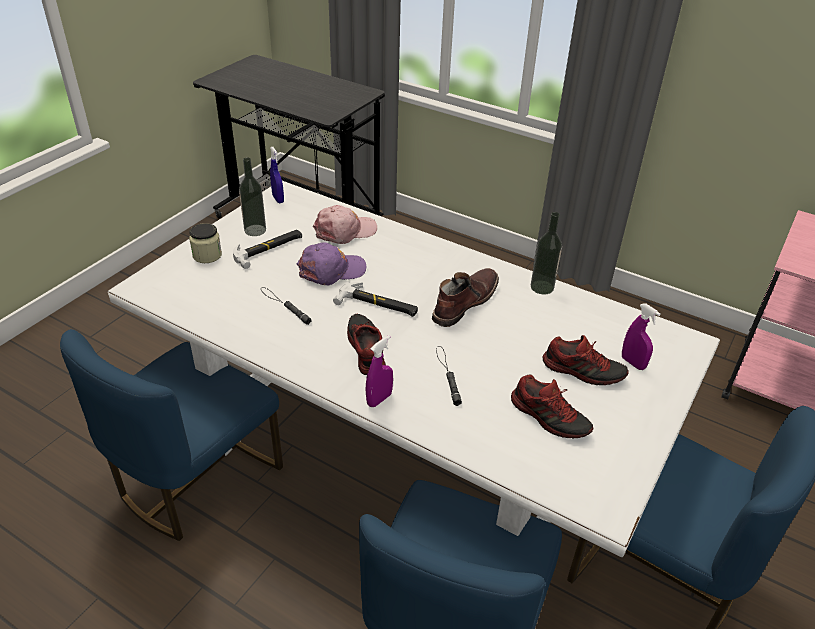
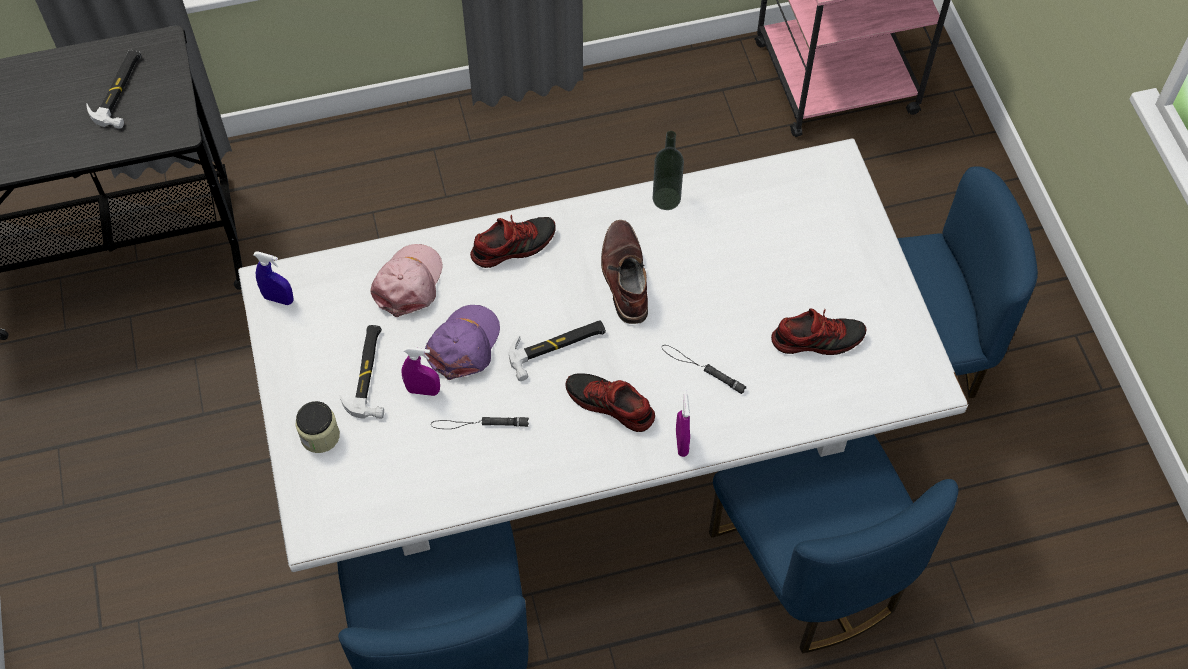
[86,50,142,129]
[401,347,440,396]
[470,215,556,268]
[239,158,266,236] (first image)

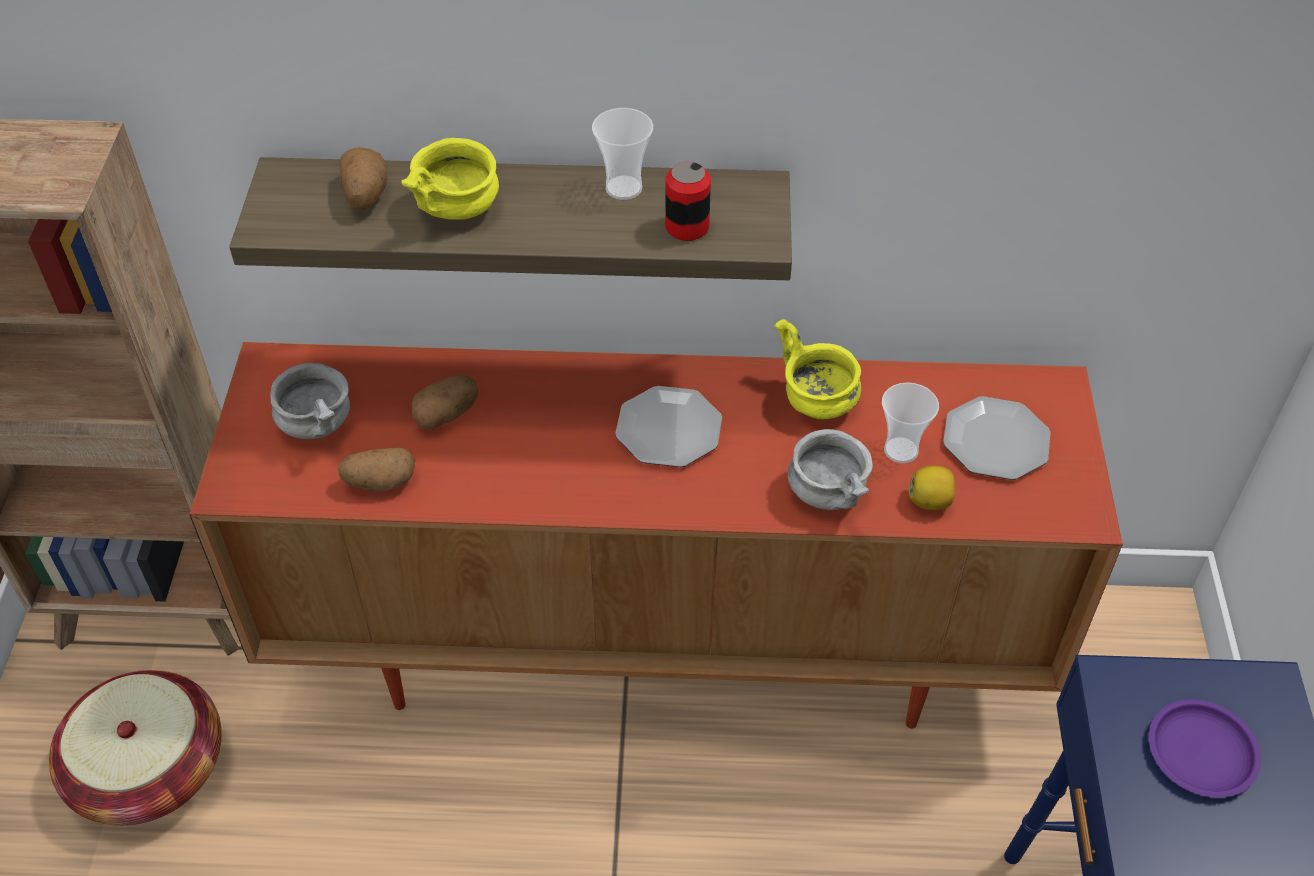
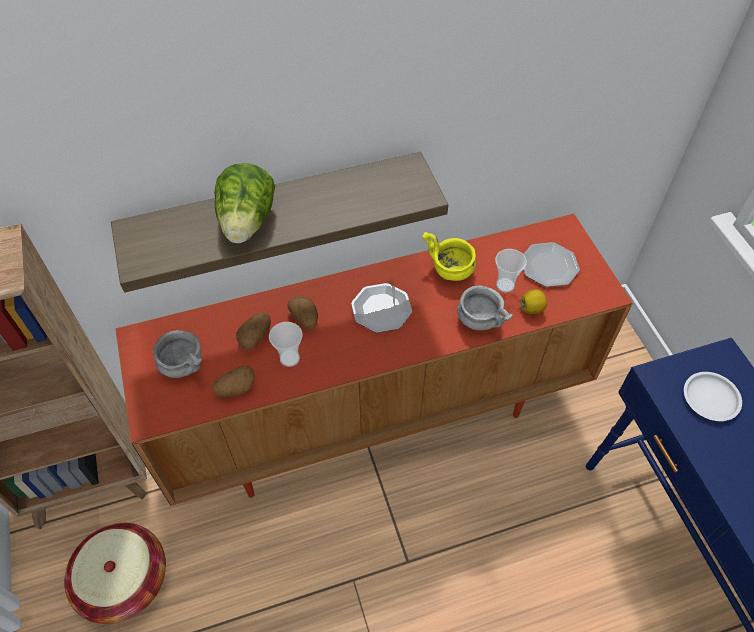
[214,163,275,243]
[269,322,302,367]
[288,296,318,330]
[684,372,742,421]
[665,162,711,241] (first image)

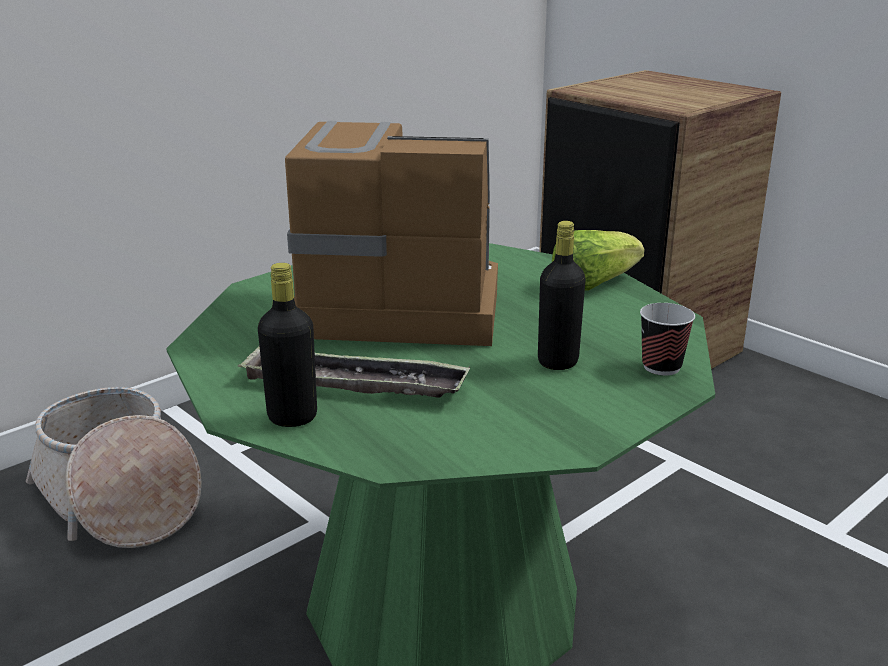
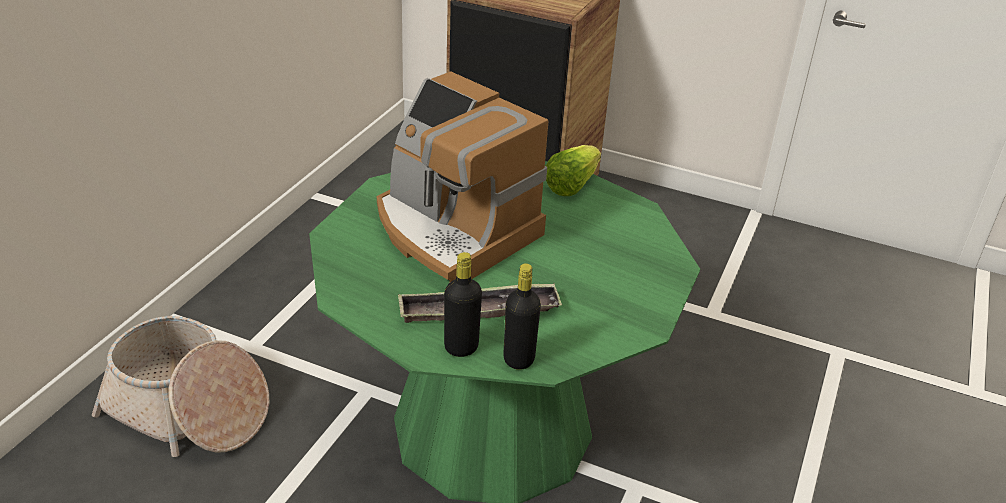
[377,71,548,282]
[503,263,541,370]
[640,303,695,375] (first image)

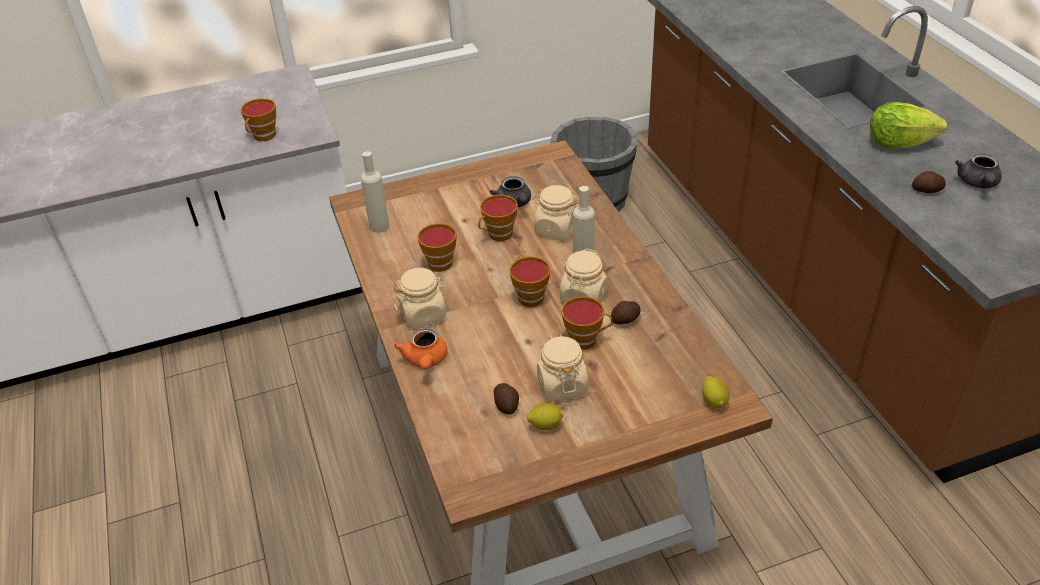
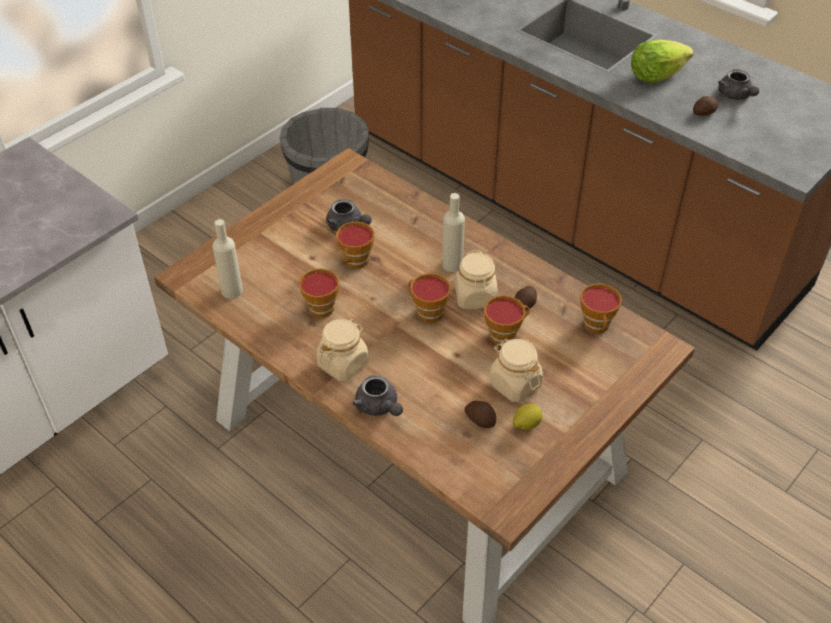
[352,375,403,416]
[580,283,622,334]
[532,185,579,241] (first image)
[702,376,730,408] (first image)

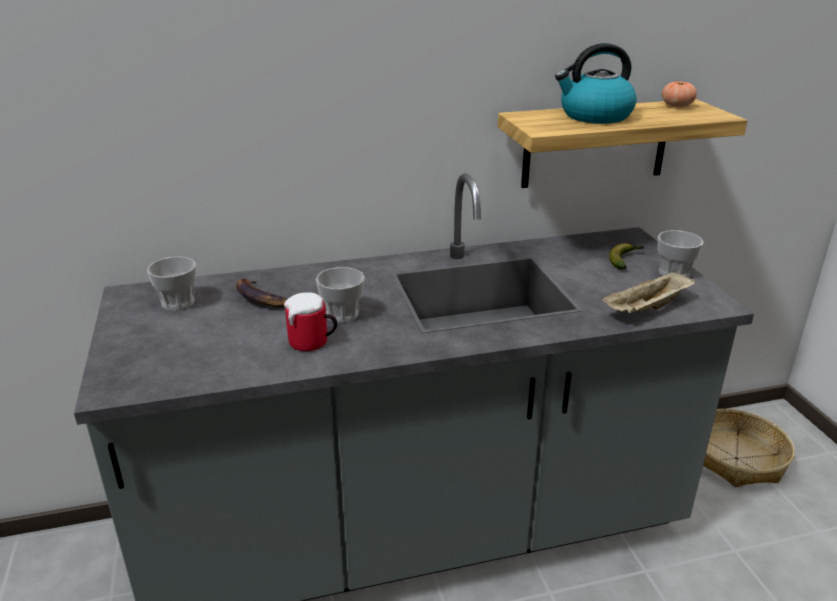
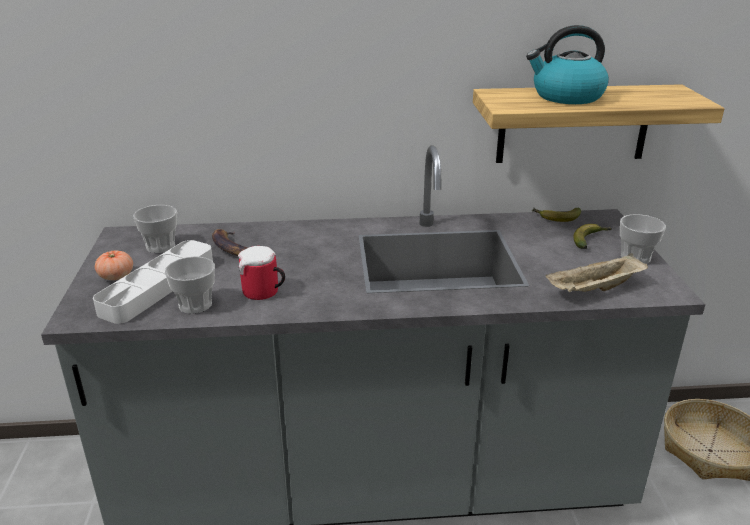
[93,240,213,324]
[95,250,133,280]
[165,256,215,314]
[532,207,581,222]

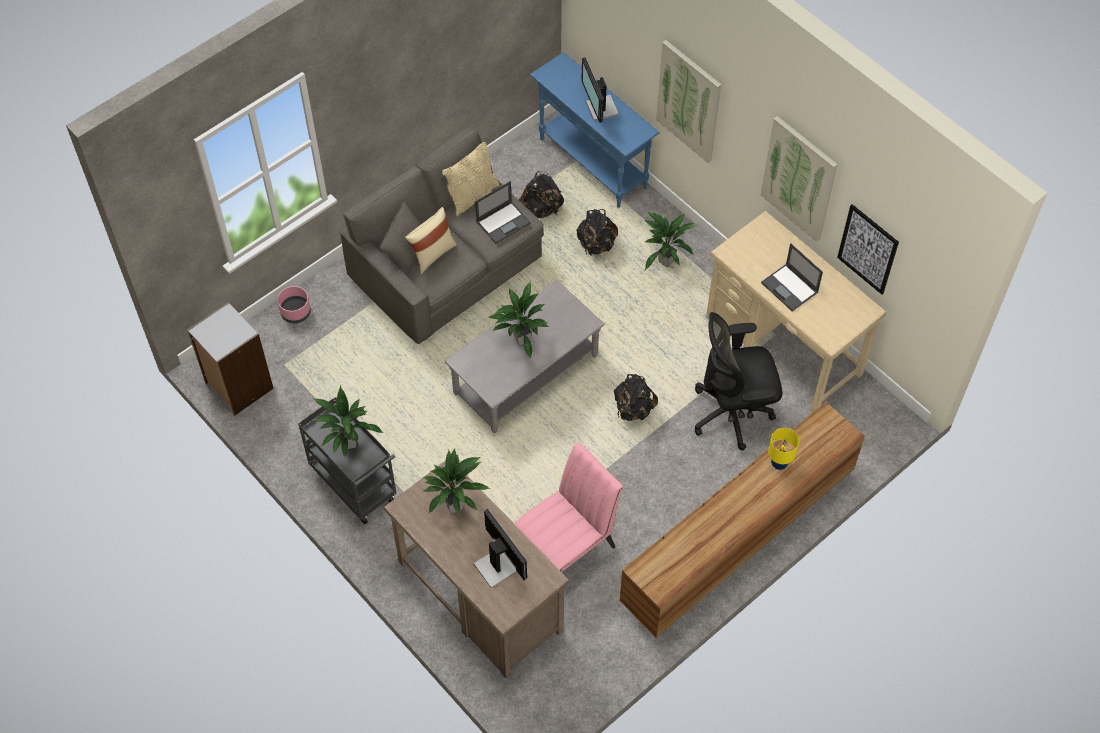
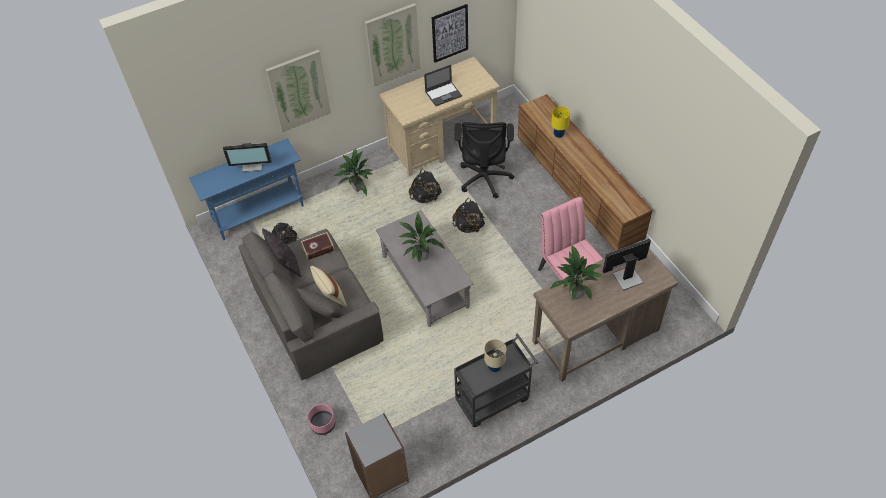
[262,228,301,277]
[301,232,335,260]
[409,169,442,203]
[484,339,506,372]

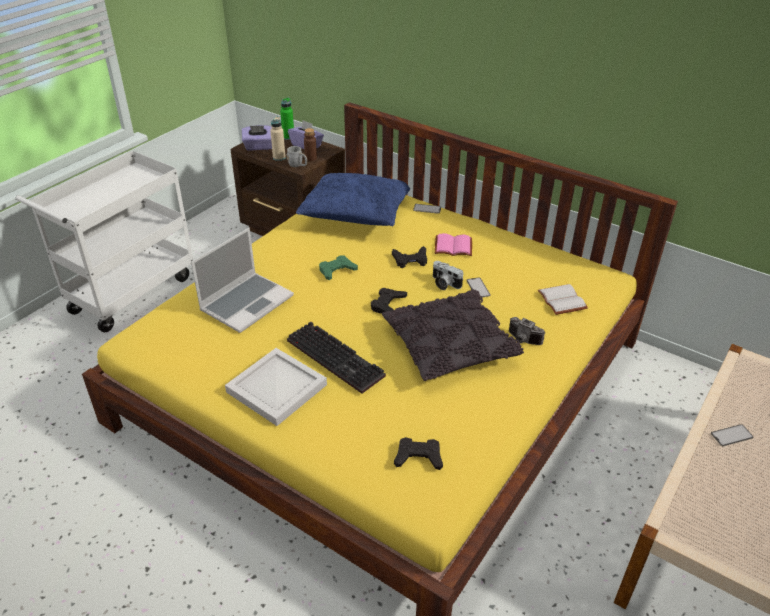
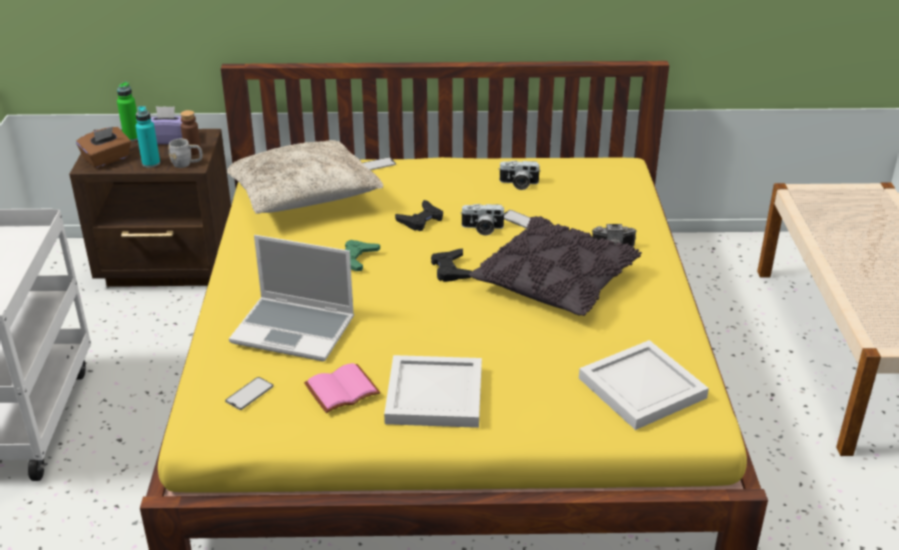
[76,127,131,168]
[135,106,160,168]
[225,377,273,410]
[227,140,383,214]
[229,235,354,361]
[304,363,381,413]
[498,160,541,190]
[579,340,709,430]
[287,321,386,394] (first image)
[538,284,588,315] (first image)

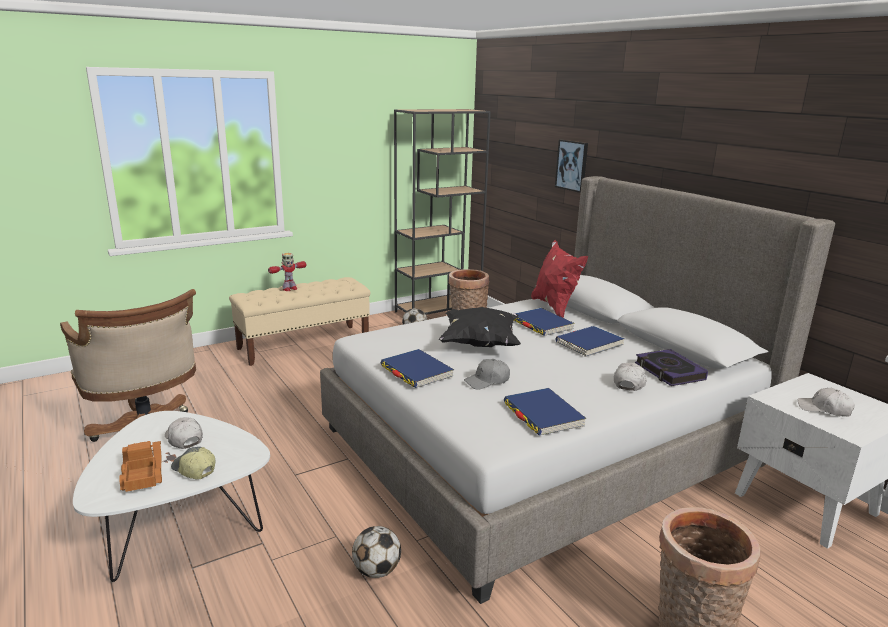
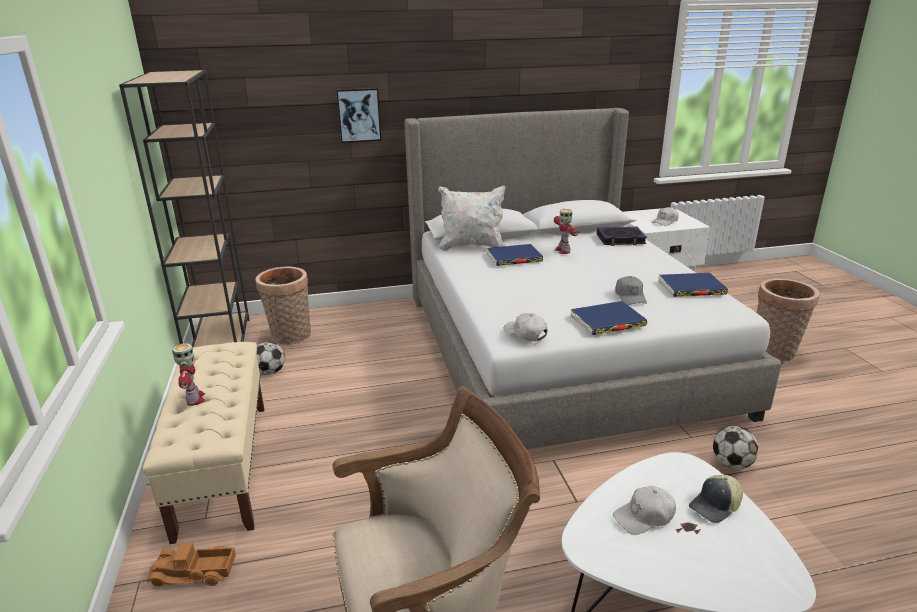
[147,543,236,586]
[438,186,505,251]
[503,313,548,341]
[554,209,579,254]
[438,307,521,347] (first image)

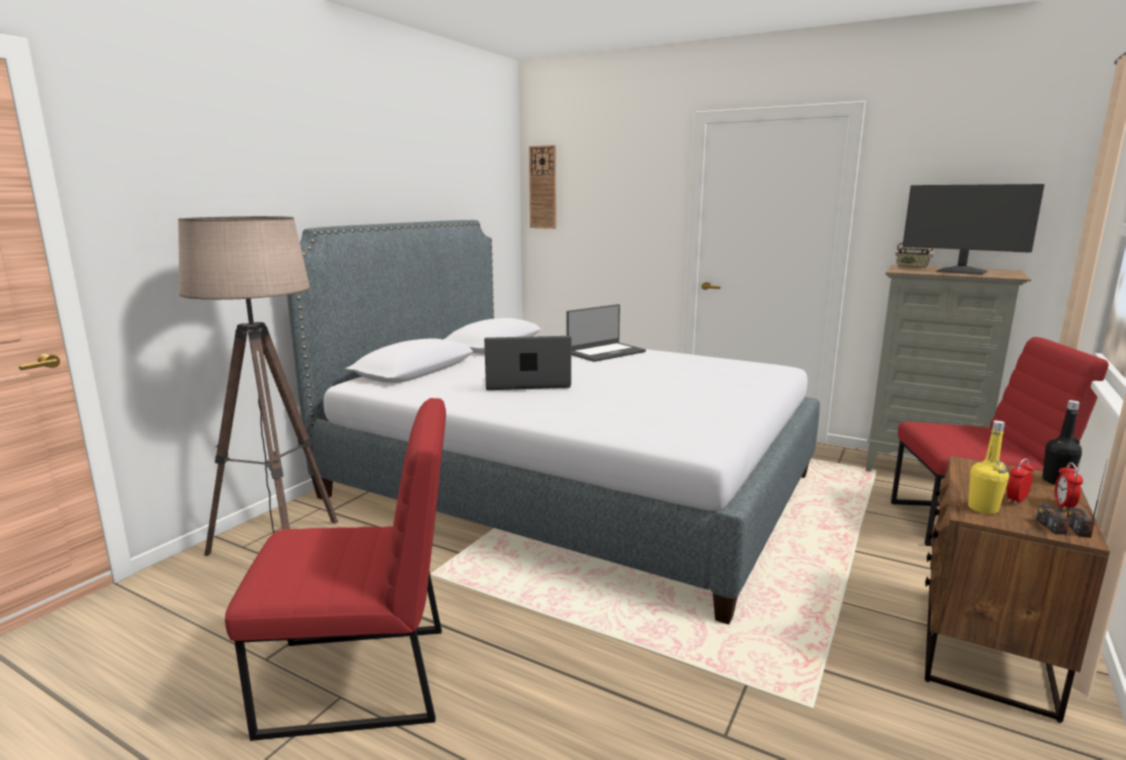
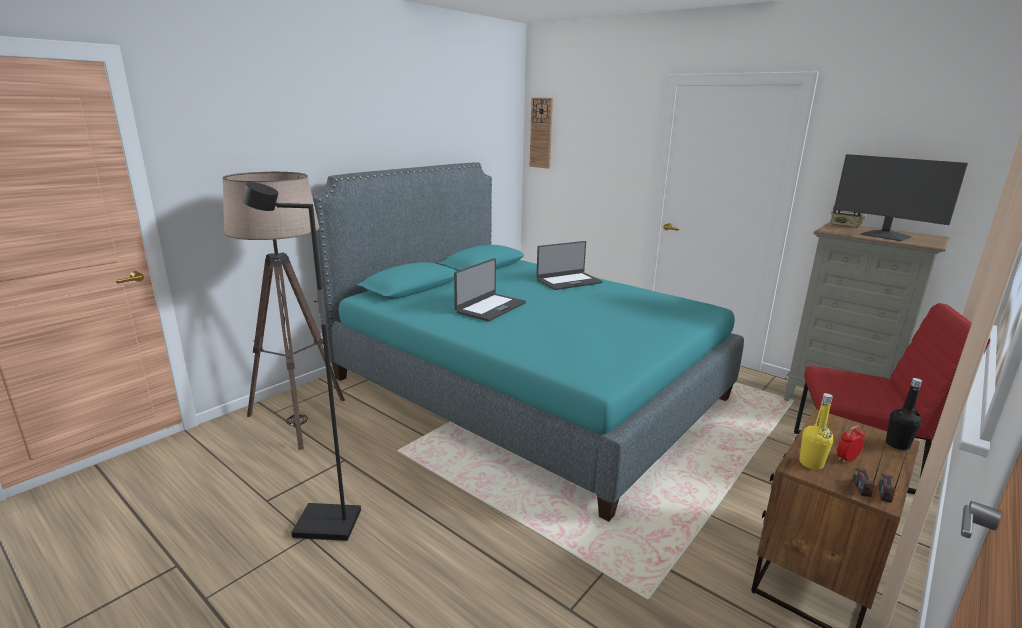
[242,182,361,541]
[313,162,744,522]
[454,258,526,321]
[1055,462,1083,510] (first image)

